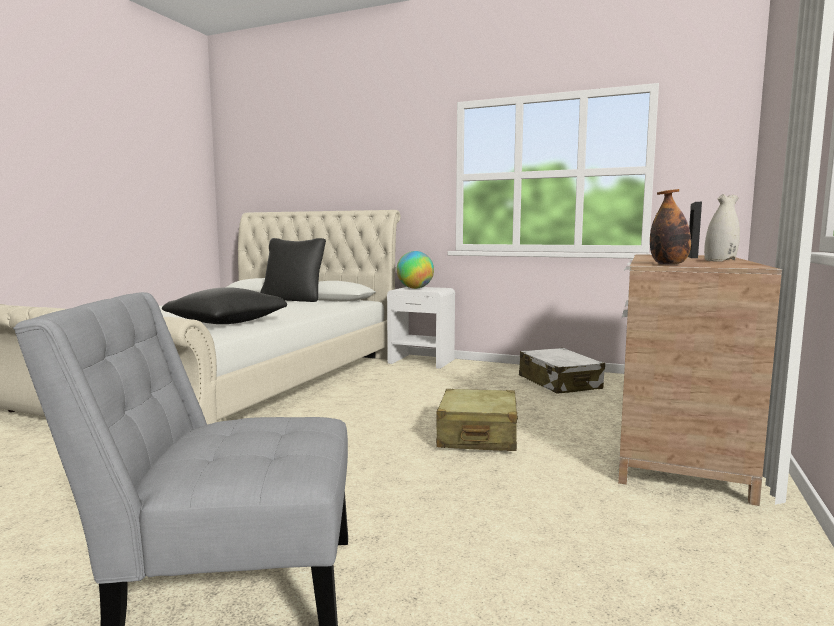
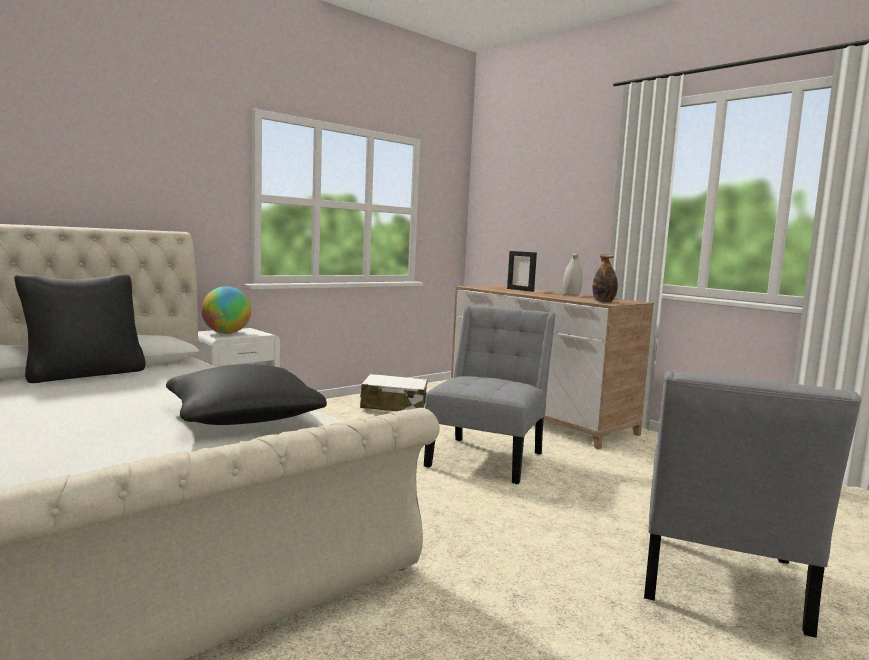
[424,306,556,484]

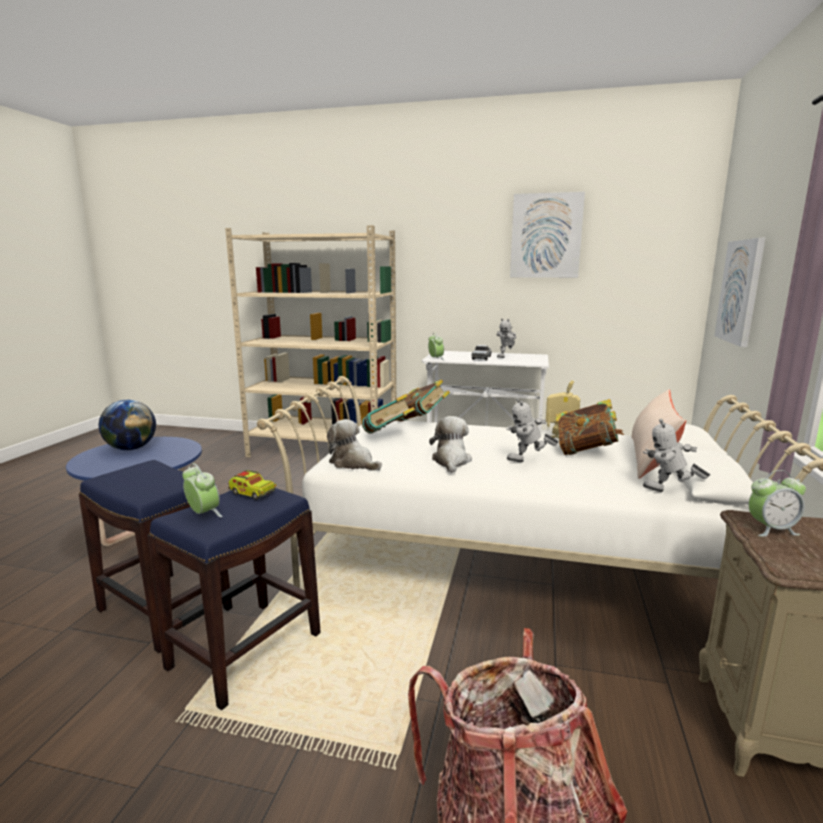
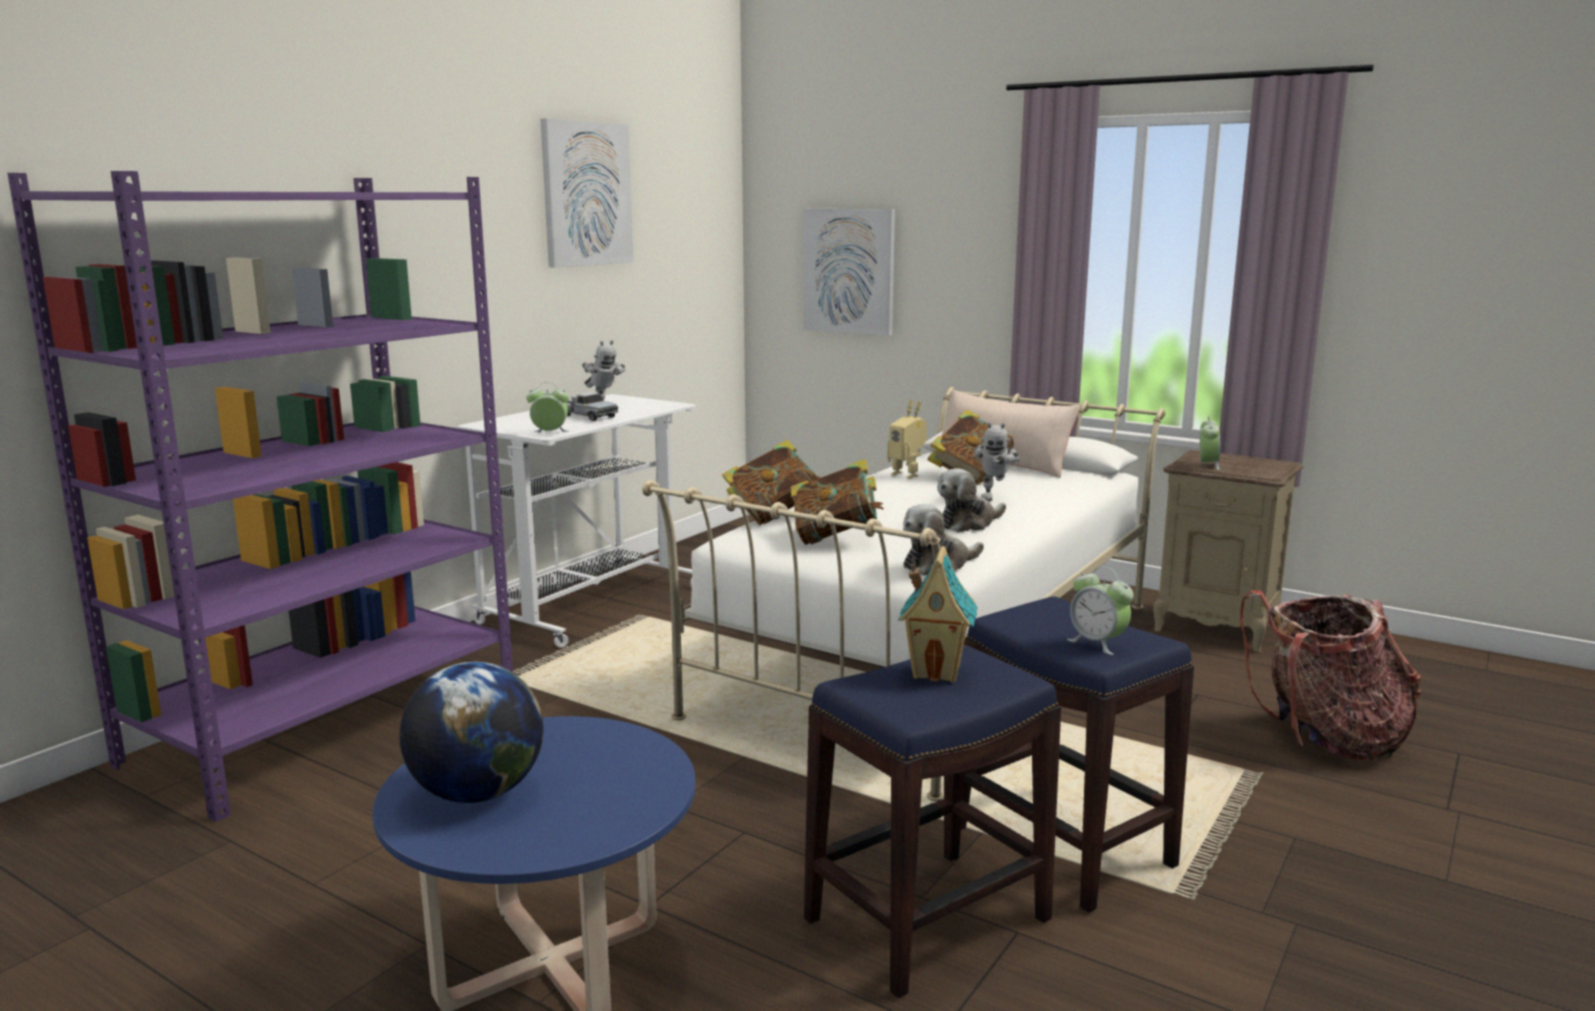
[7,171,513,822]
[898,546,978,682]
[937,468,1006,532]
[1067,567,1134,655]
[228,470,276,500] (first image)
[643,419,710,492] (first image)

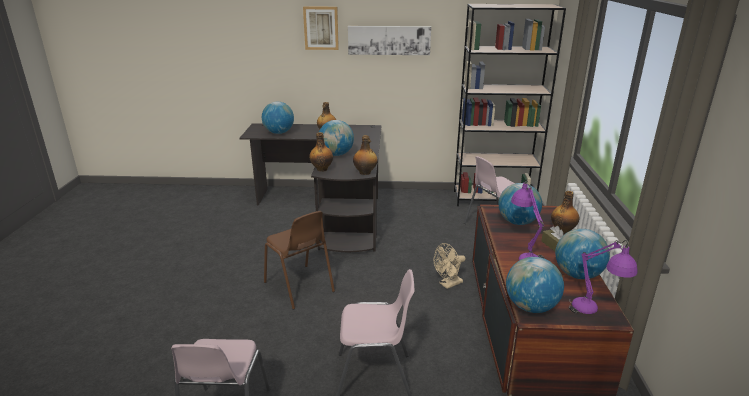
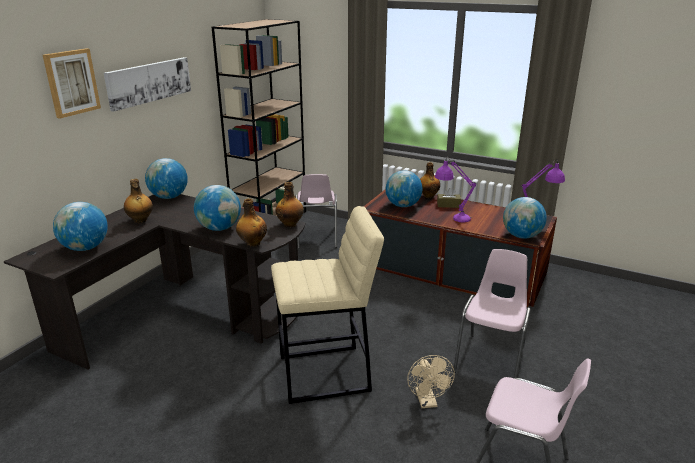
[145,158,188,199]
[271,206,384,404]
[407,355,455,408]

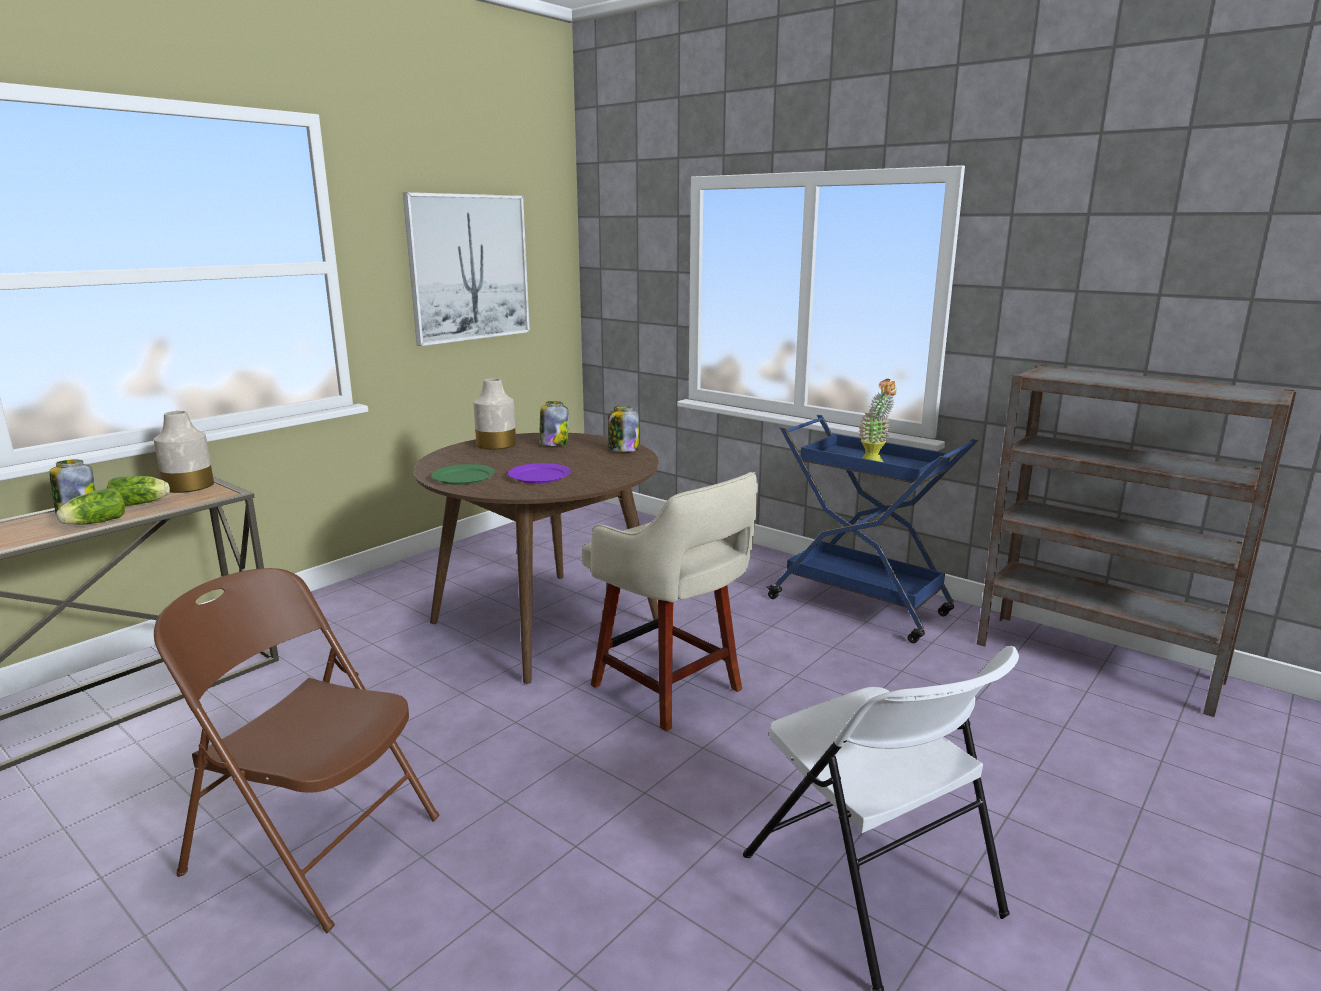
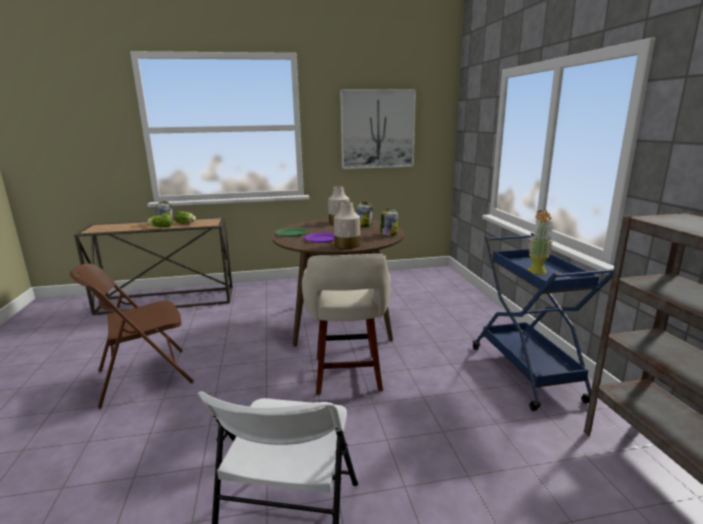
[70,263,193,409]
[334,202,360,249]

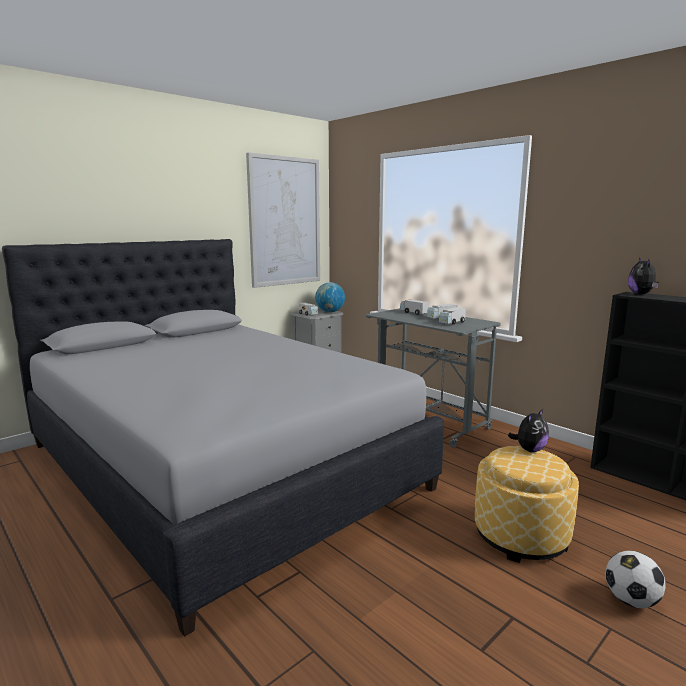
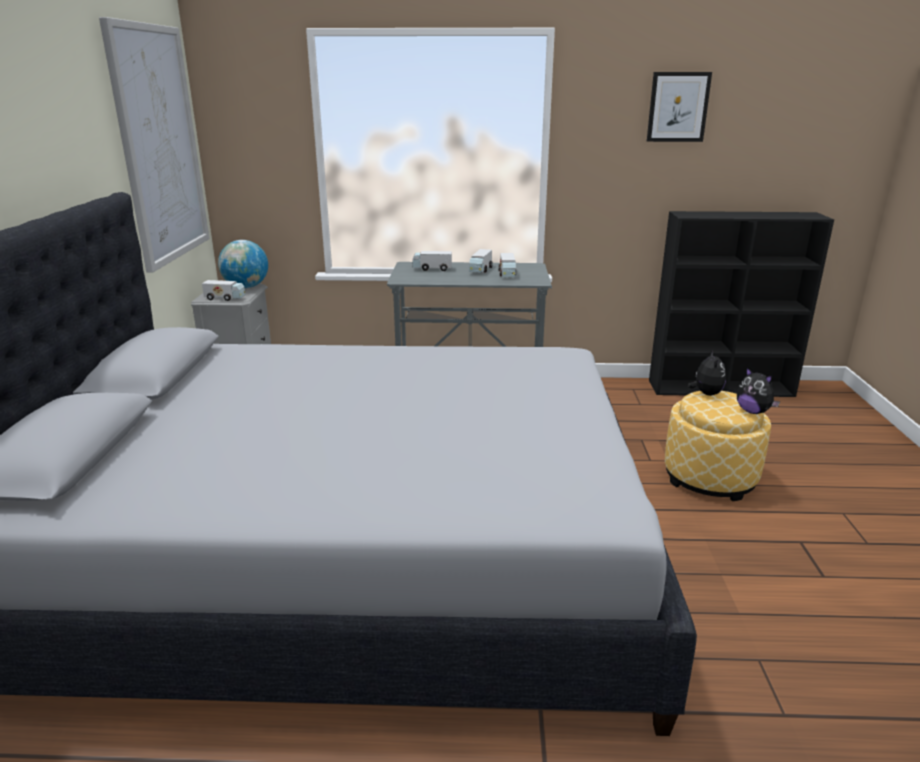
[647,72,712,142]
[737,367,780,414]
[606,551,665,608] (first image)

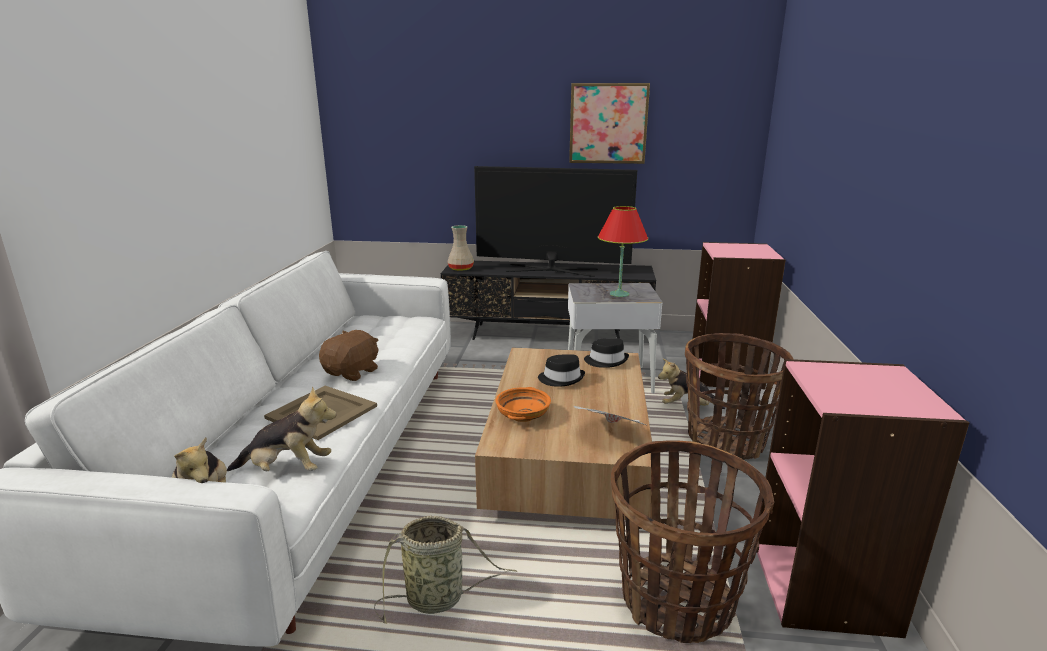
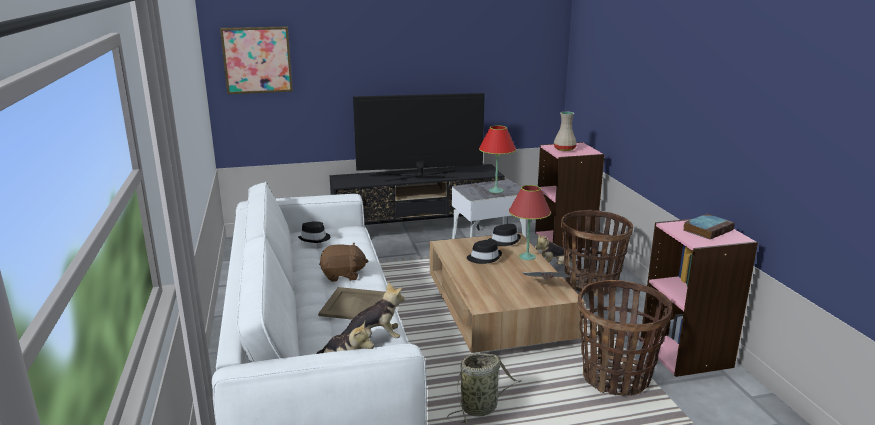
[220,26,293,94]
[298,221,330,243]
[319,243,368,282]
[509,185,551,260]
[554,112,577,151]
[683,214,735,240]
[496,387,551,422] (first image)

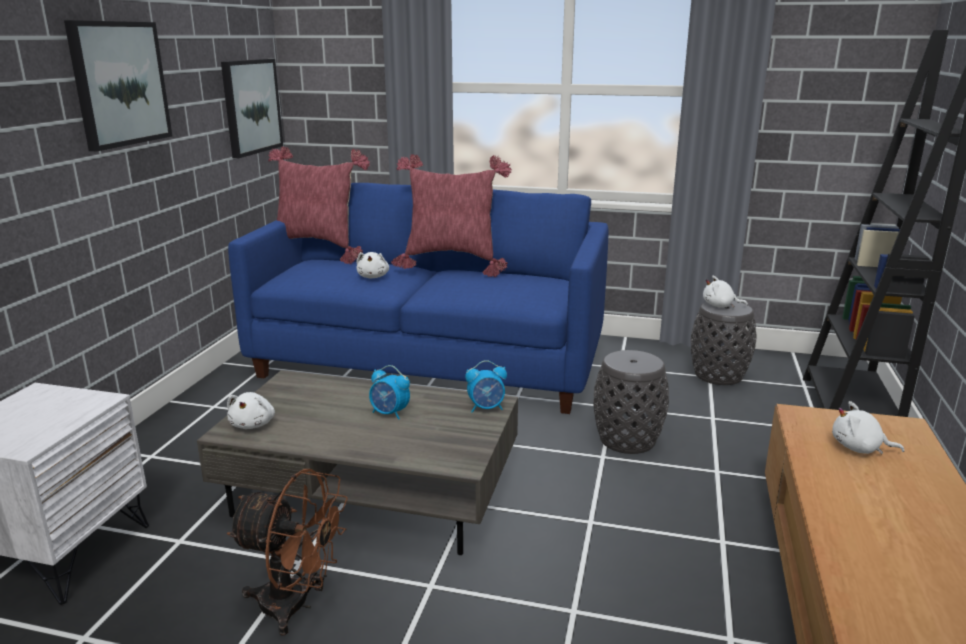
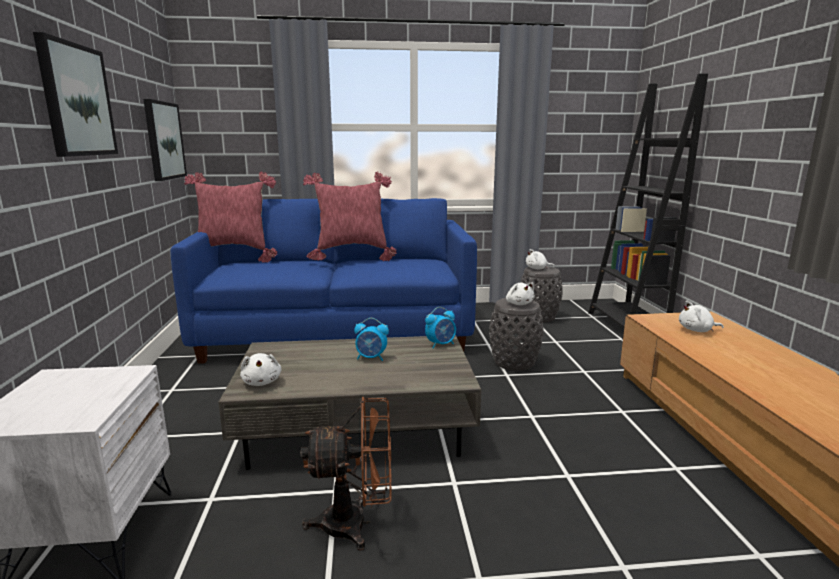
[506,282,535,305]

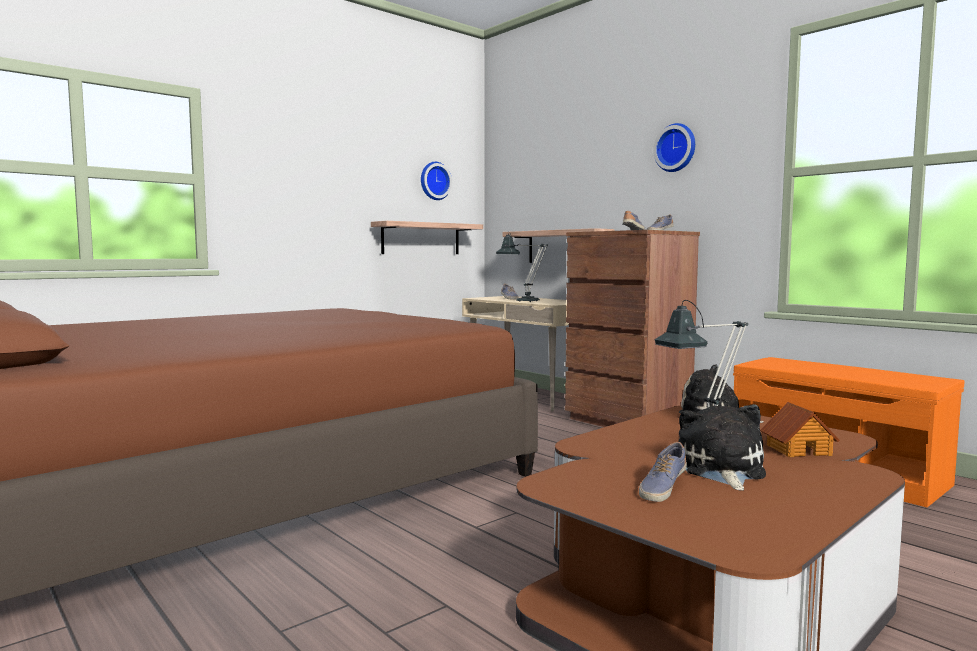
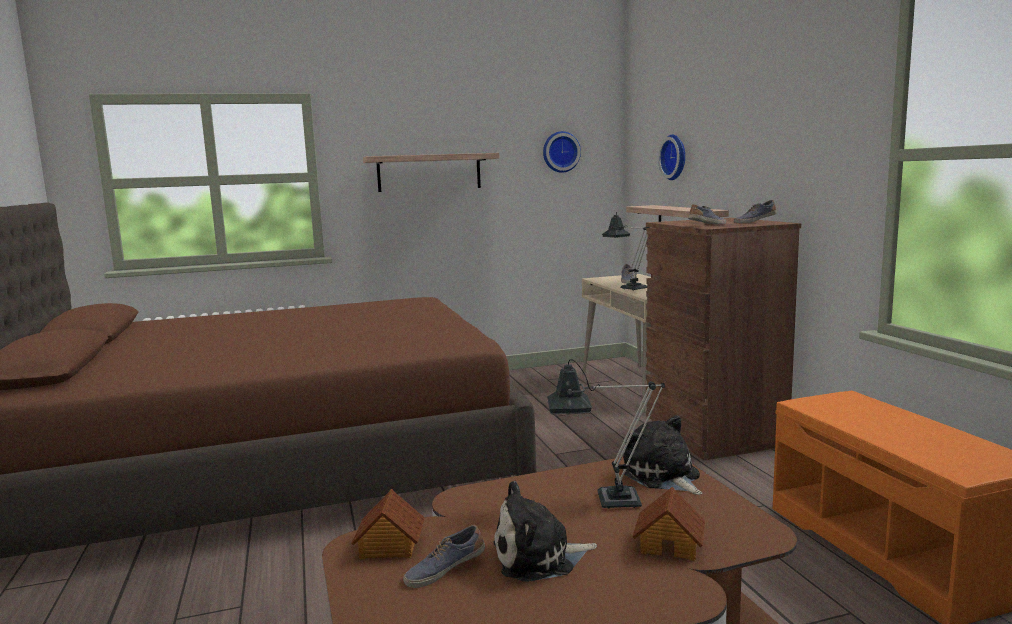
[351,489,425,559]
[363,153,499,192]
[493,481,597,582]
[658,134,685,180]

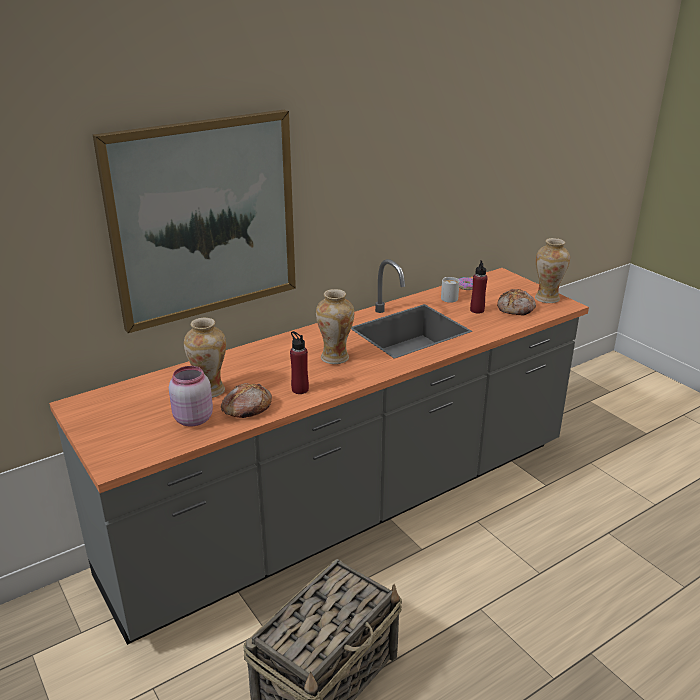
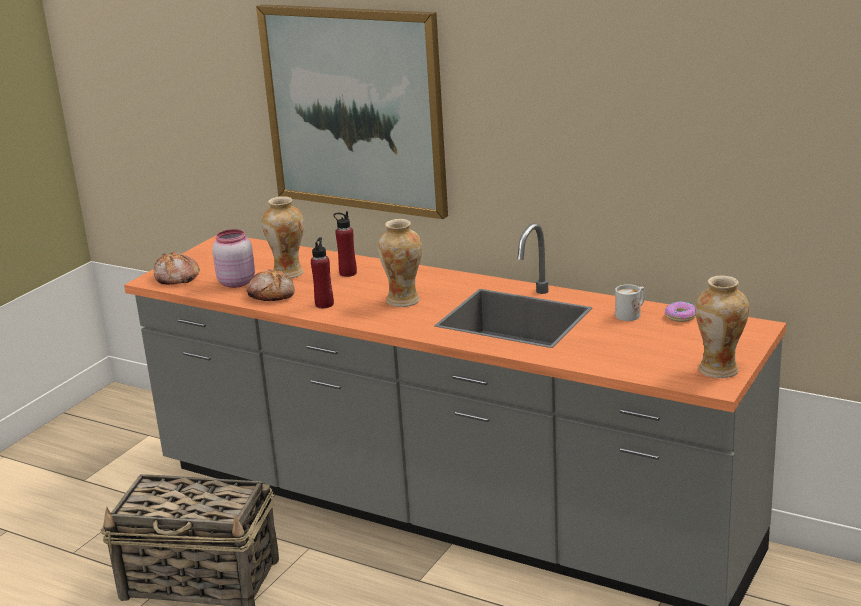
[154,251,200,285]
[333,211,357,277]

